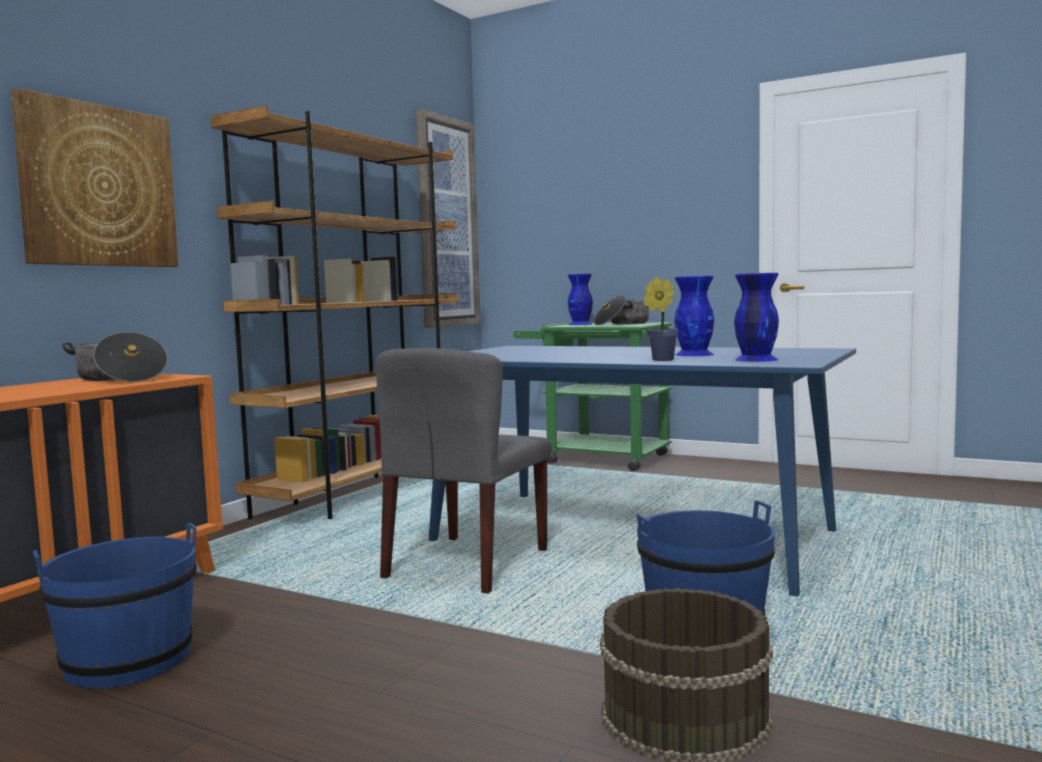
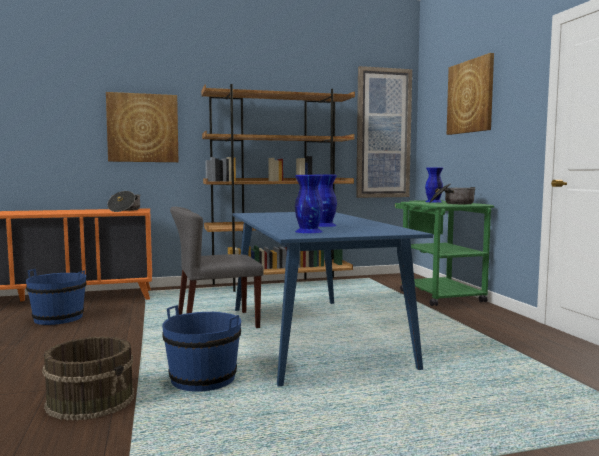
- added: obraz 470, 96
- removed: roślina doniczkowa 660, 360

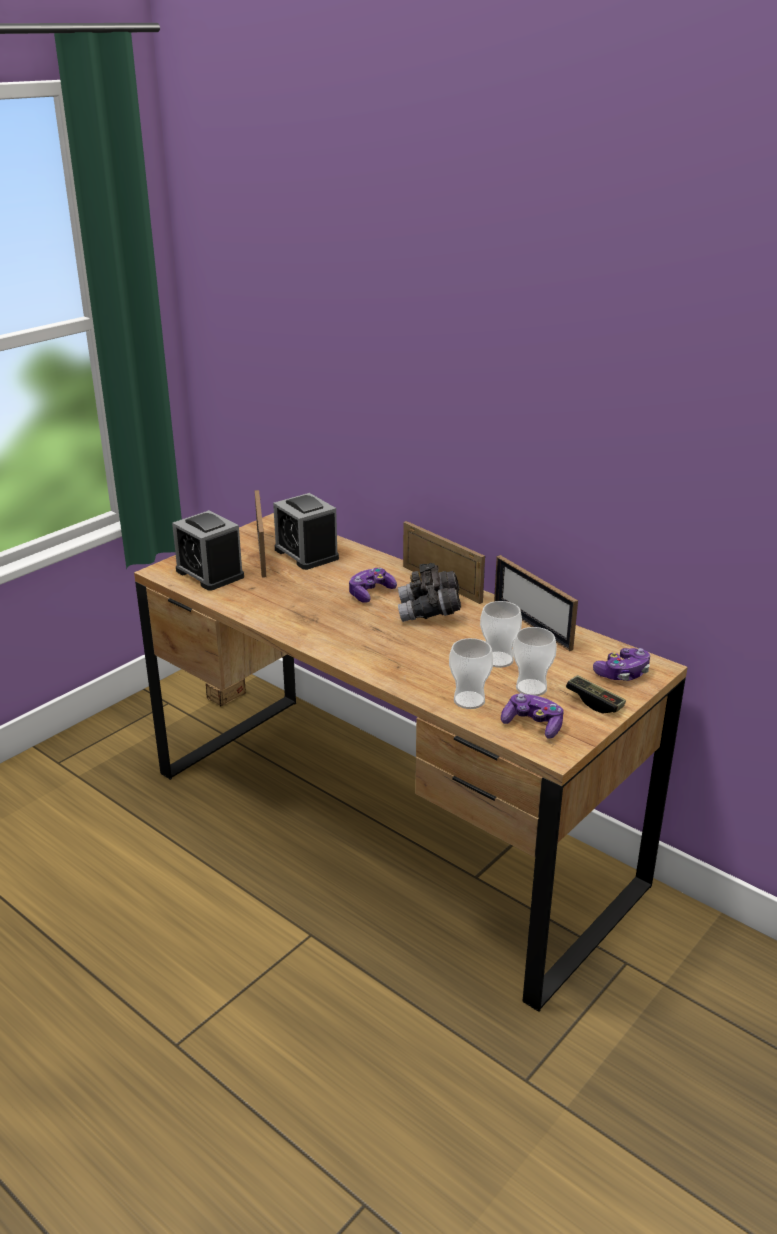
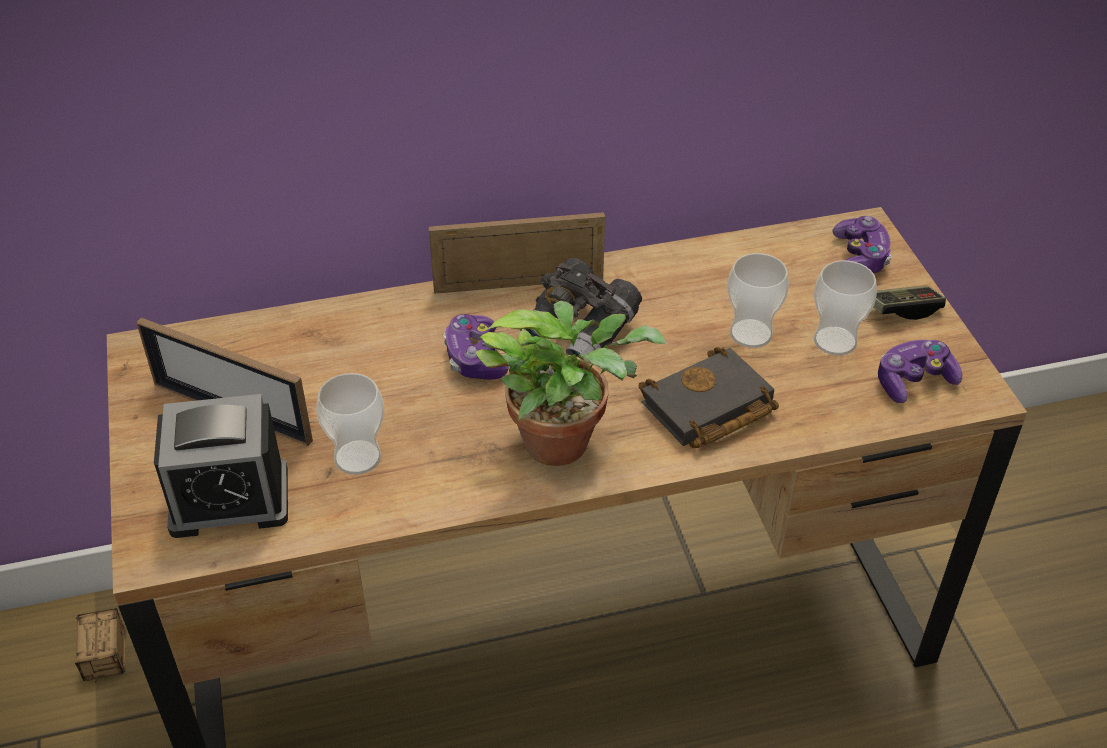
- moved: filiżanka 469, 700 to 357, 457
- added: roślina doniczkowa 565, 441
- added: książka (czarny) 707, 409
- removed: budzik 306, 554
- removed: ramka na zdjęcie 532, 625

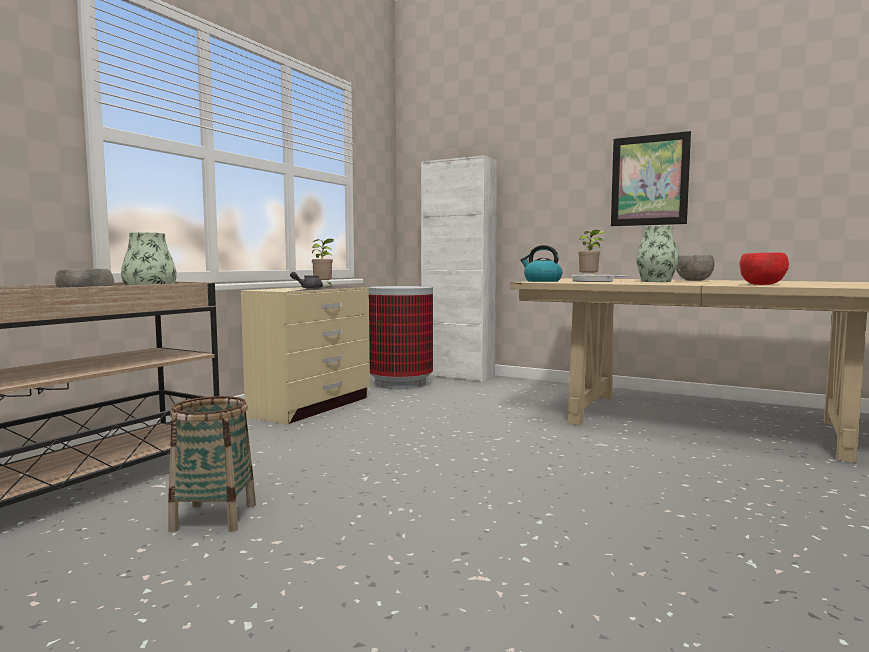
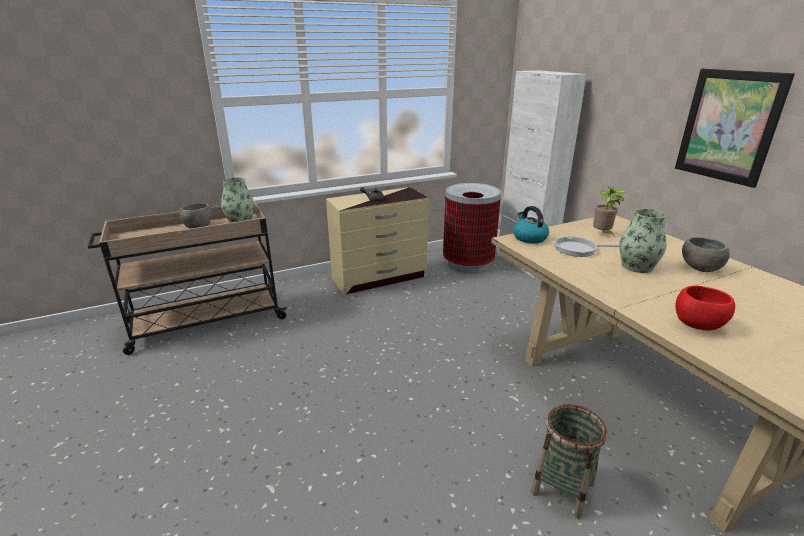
- moved: koszyk 214, 517 to 562, 488
- removed: roślina doniczkowa 324, 286

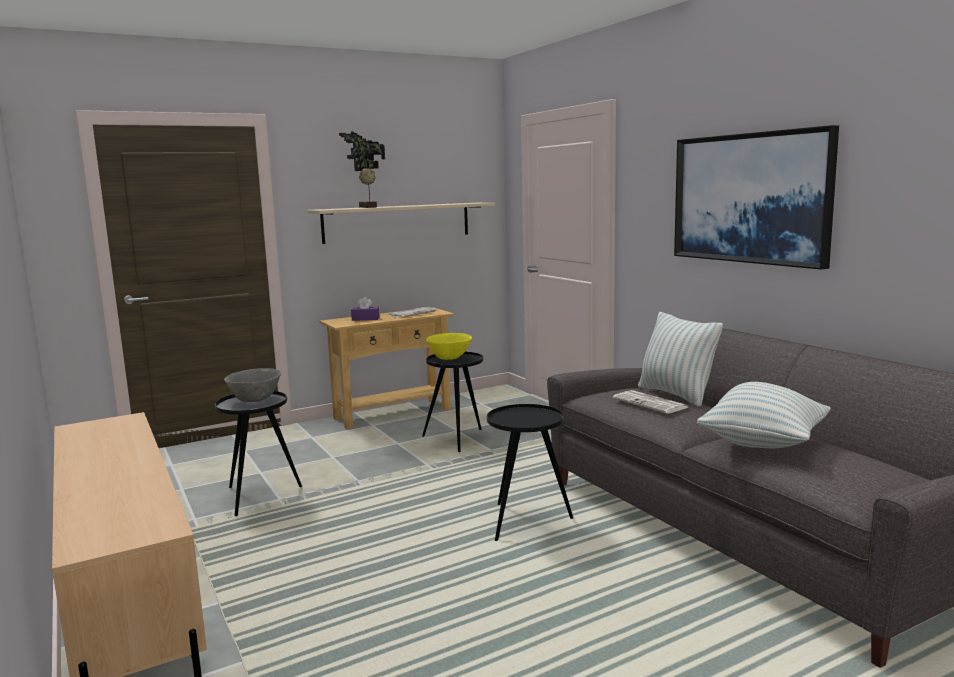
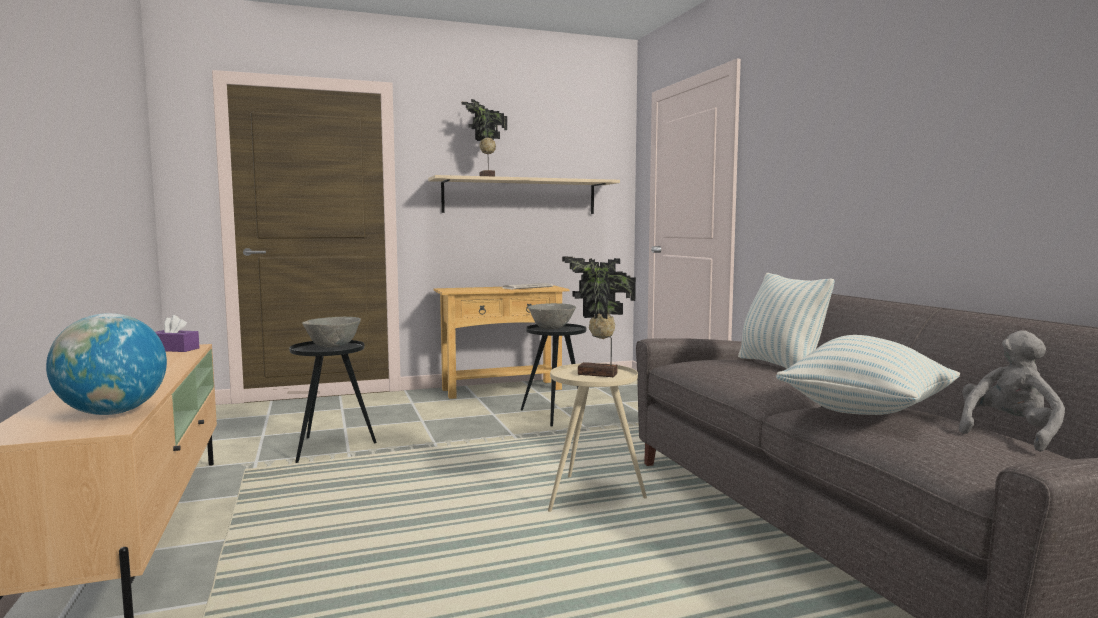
- added: globus 112, 413
- moved: pudełko chusteczek (fioletowy) 365, 319 to 174, 349
- recoloured: miska (żółty) 449, 359 to miska (szary) 551, 329
- recoloured: stolik (czarny) 526, 521 to stolik (beżowy) 592, 496
- added: roślina doniczkowa 597, 375
- added: pluszak (szary) 1008, 433
- removed: gazeta 651, 403
- removed: obraz 750, 198

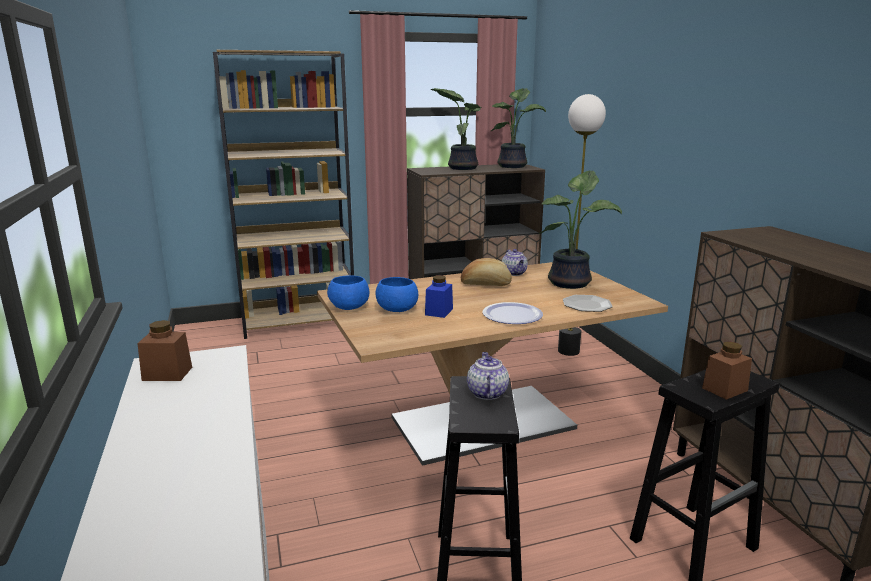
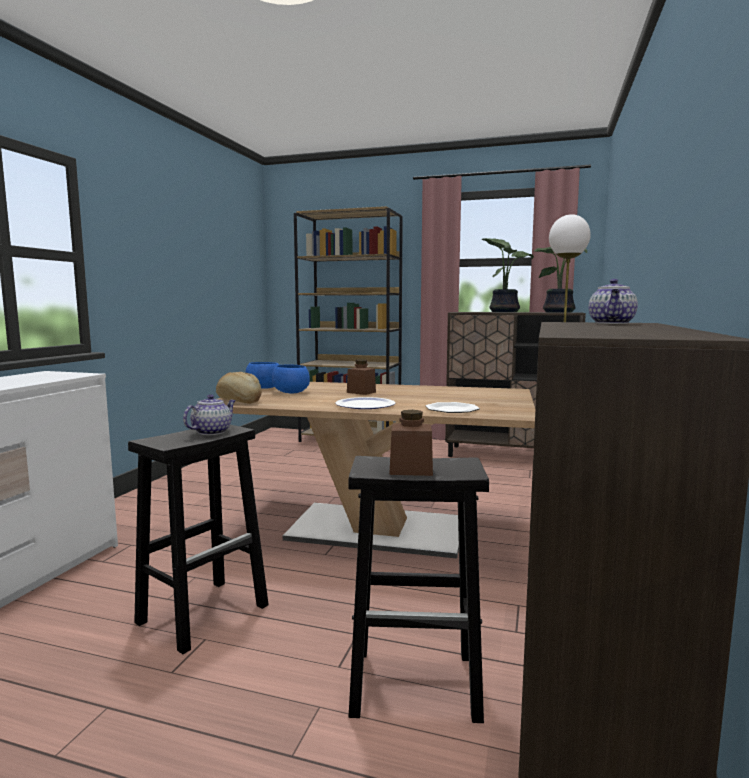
- moved: chleb 486, 284 to 239, 401
- moved: słoik (brązowy) 167, 374 to 361, 392
- moved: imbryk 514, 273 to 612, 323
- removed: słoik (niebieski) 439, 312
- removed: roślina doniczkowa 572, 283

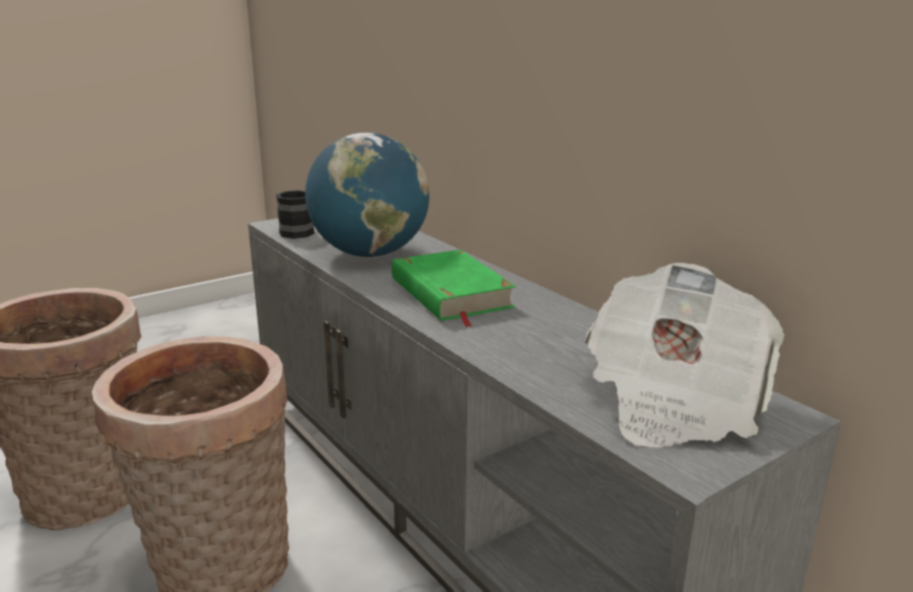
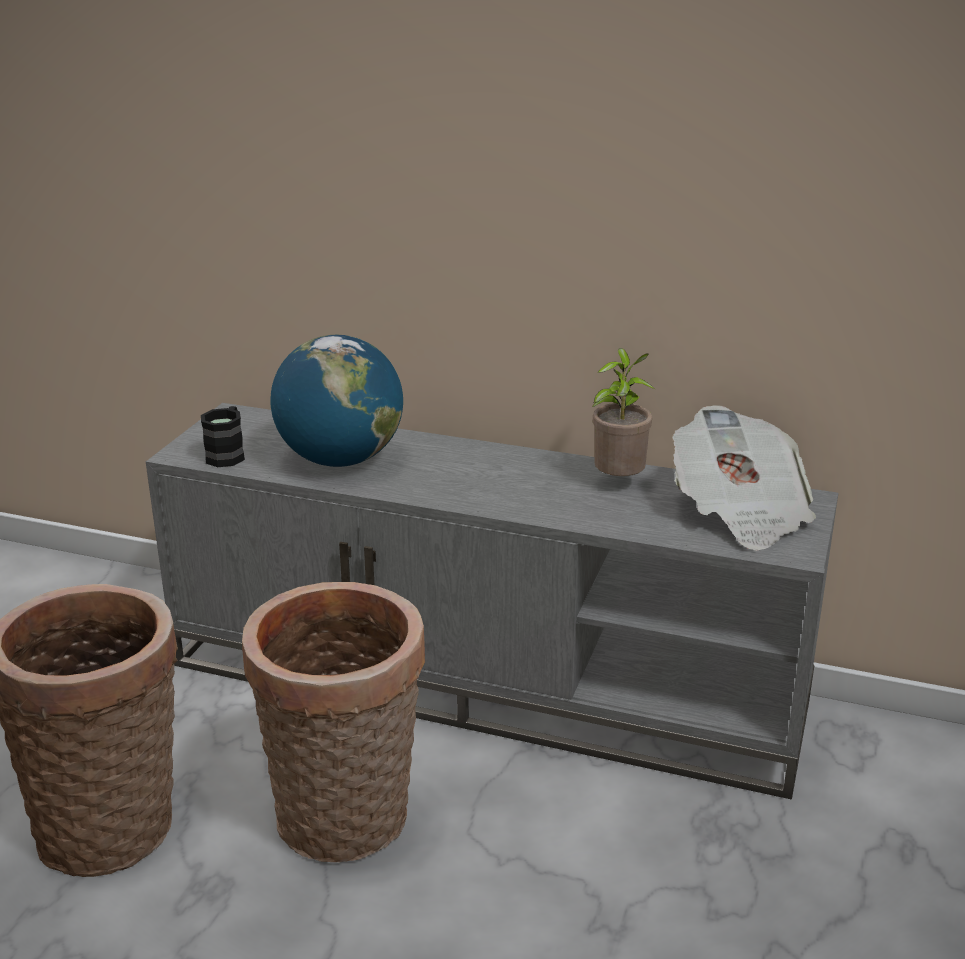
- added: roślina doniczkowa 619, 482
- removed: książka (zielony) 450, 293

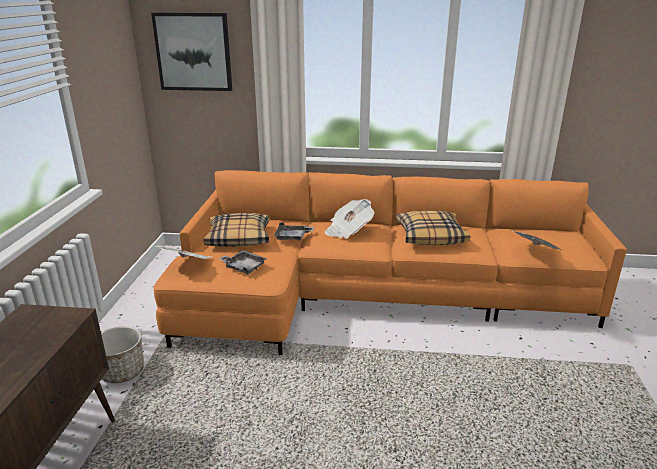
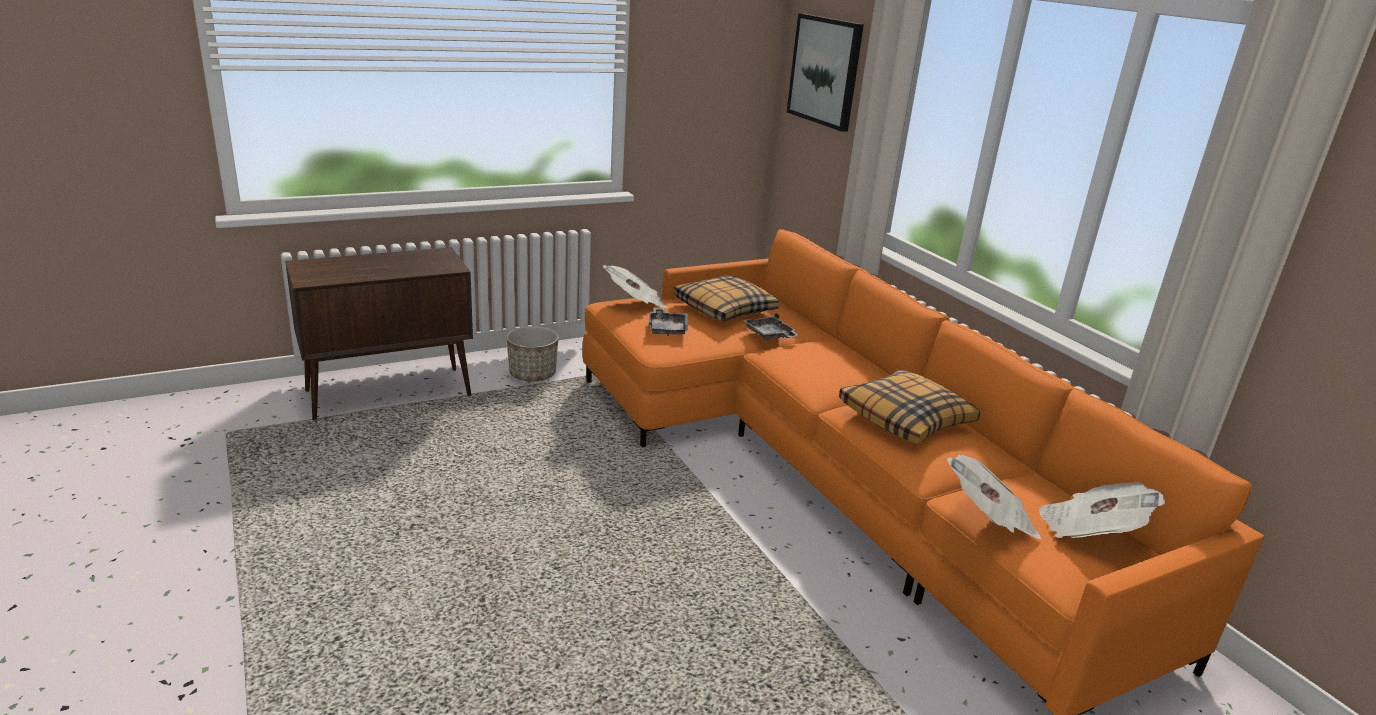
- moved: gazeta 348, 231 to 1090, 531

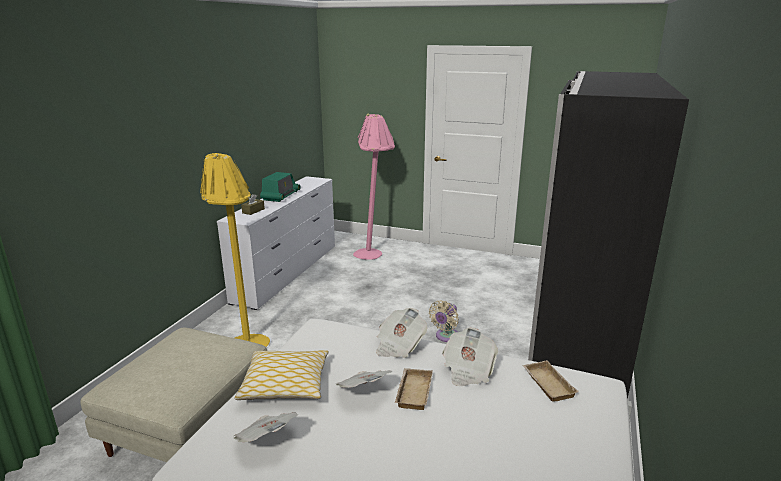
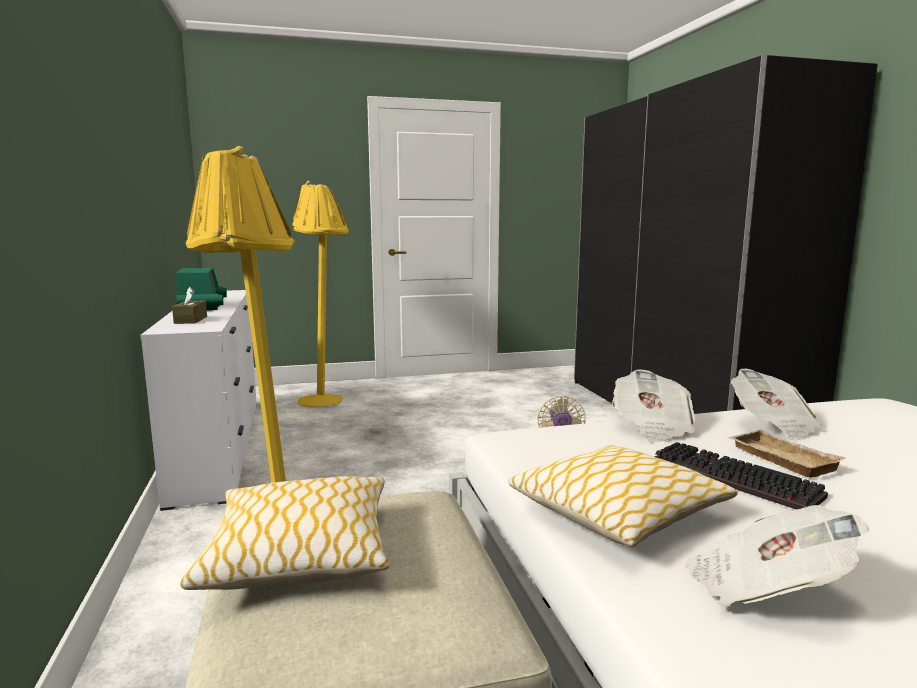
- added: poduszka 299, 552
- recoloured: lampa stojąca (różowy) 374, 253 to lampa stojąca (żółty) 327, 398
- replaced: gazeta 363, 390 to klawiatura 729, 479
- removed: taca (beżowy) 546, 384

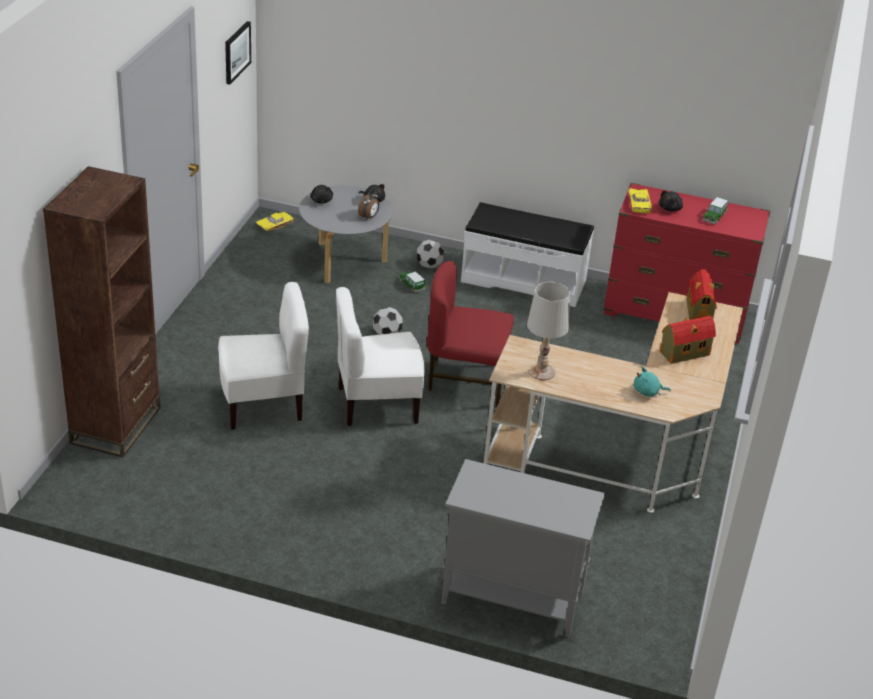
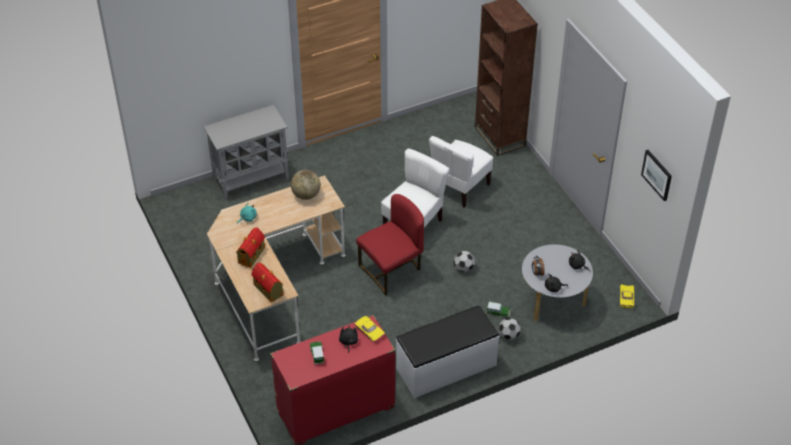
- replaced: lampa stołowa (biały) 542, 372 to globus 306, 195

